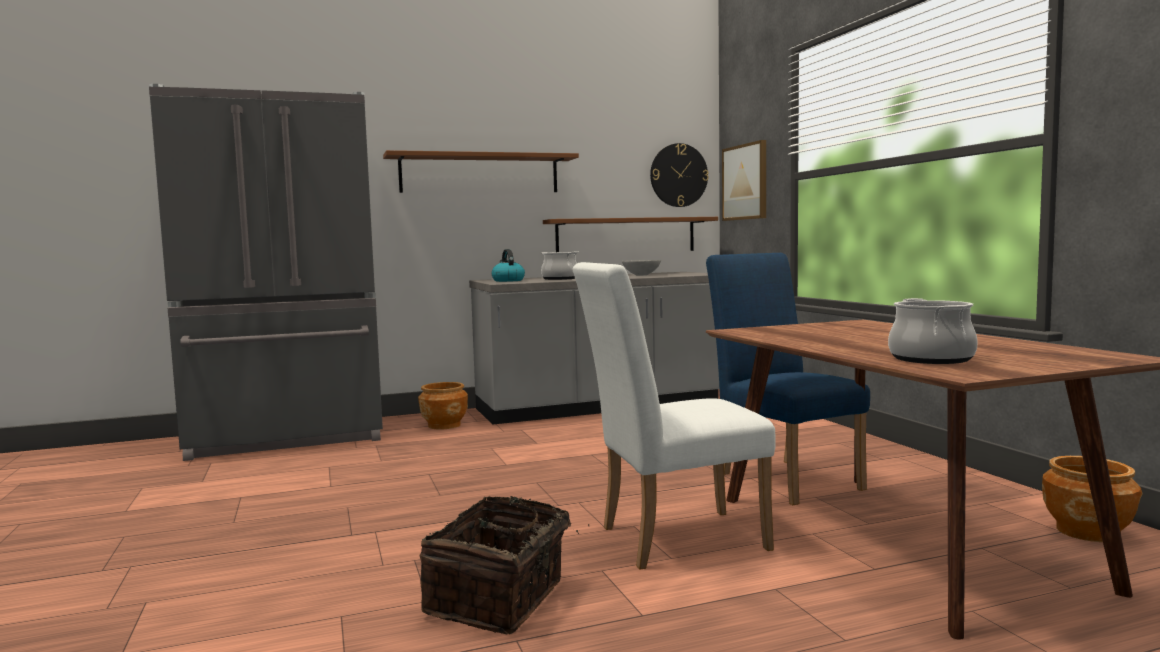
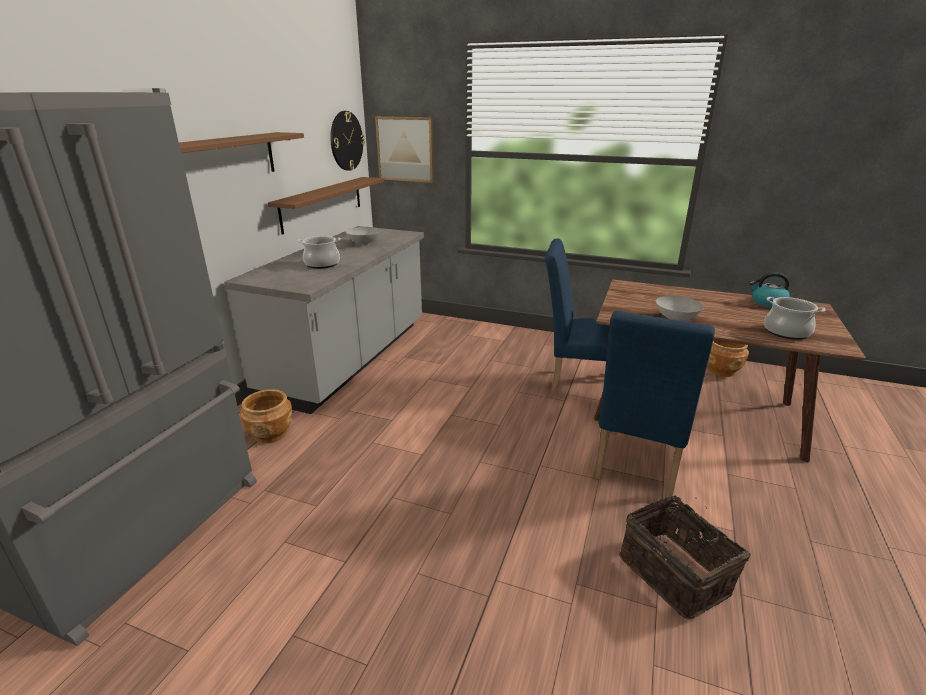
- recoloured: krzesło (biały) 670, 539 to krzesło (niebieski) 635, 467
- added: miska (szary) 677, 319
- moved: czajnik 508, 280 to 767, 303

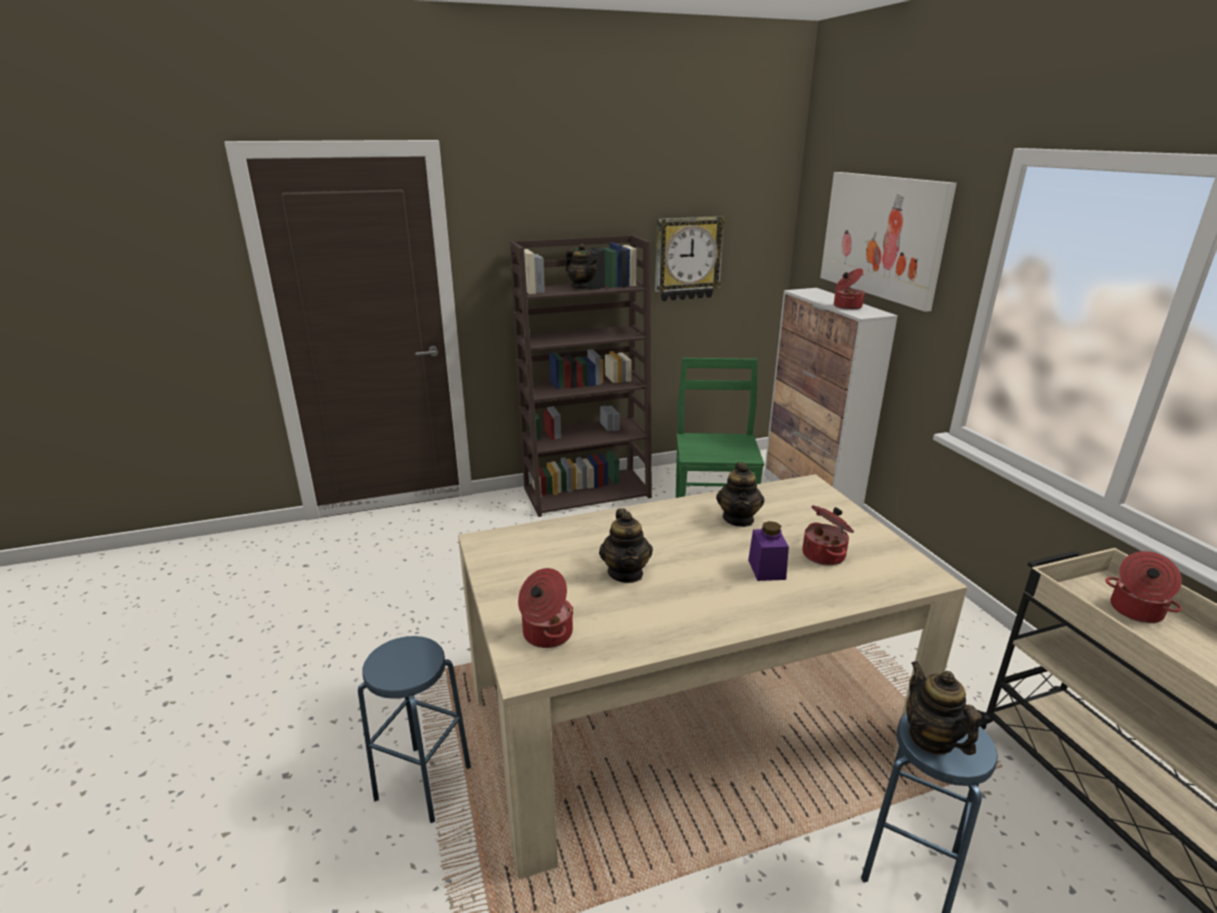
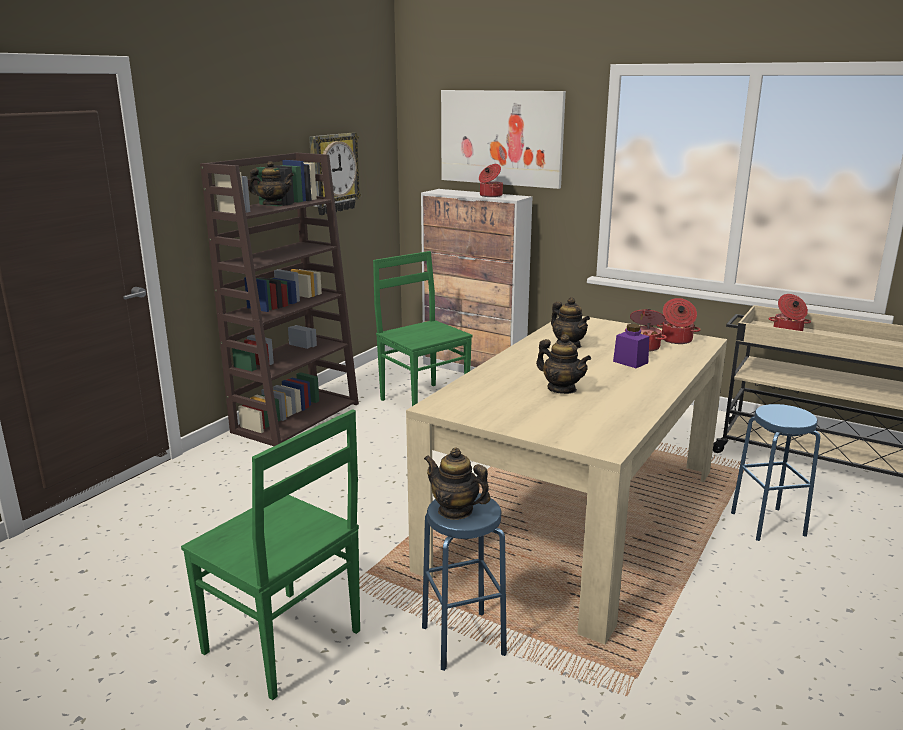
- added: krzesło (zielony) 285, 644
- moved: imbryk 931, 738 to 455, 510
- moved: garnek 546, 633 to 676, 340

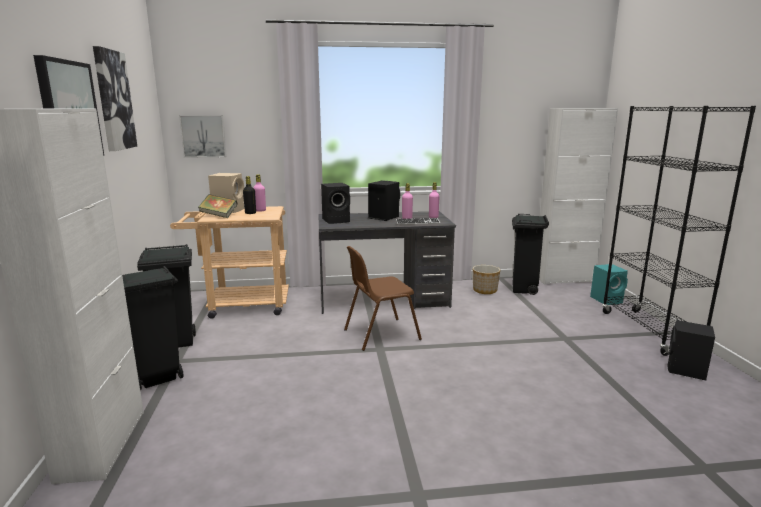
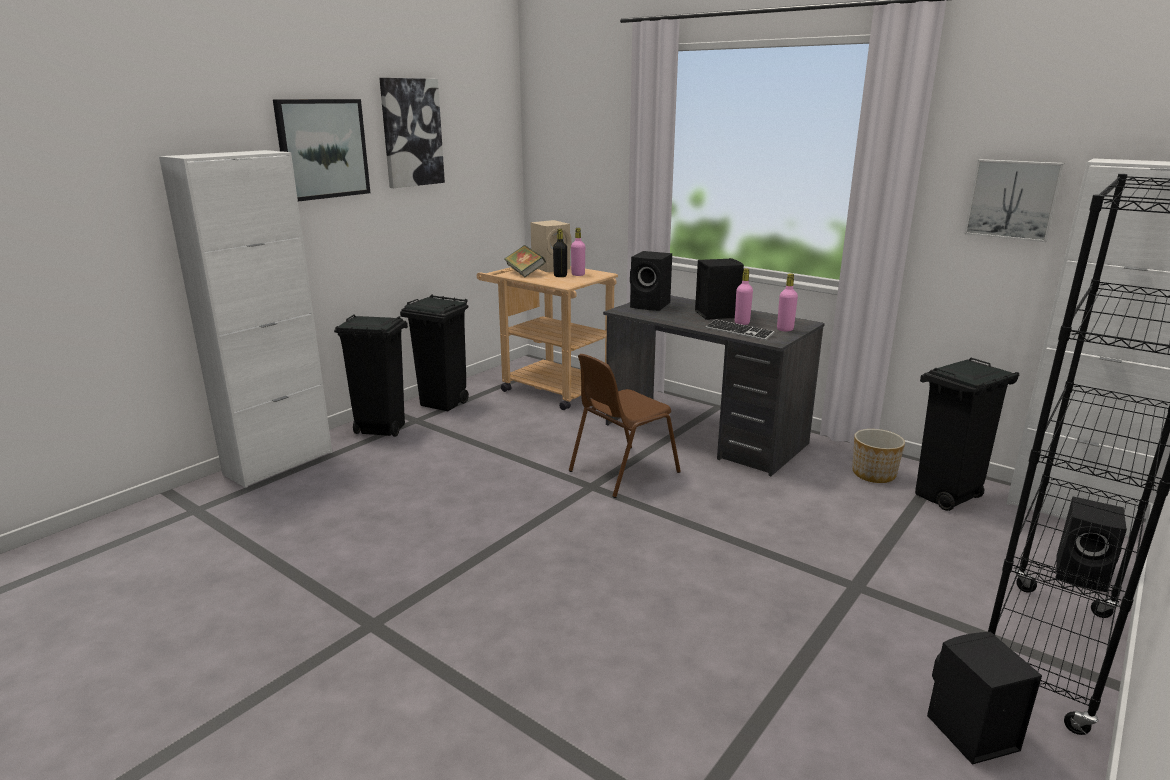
- turned: krzesło (brązowy) 380, 334 = 621, 471 60 degrees counterclockwise
- moved: obraz 203, 136 to 1013, 199
- recoloured: głośnik (turkusowy) 607, 300 to głośnik (czarny) 1083, 574

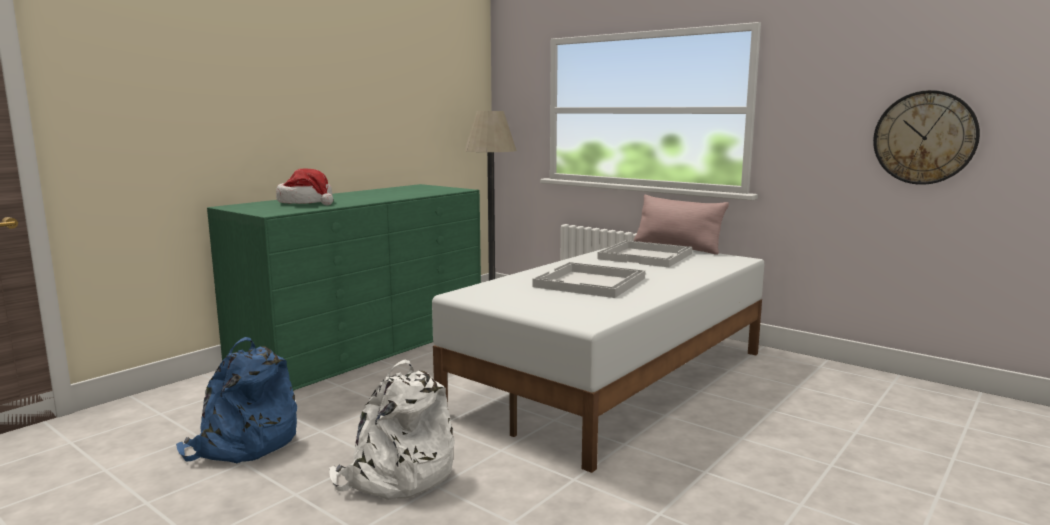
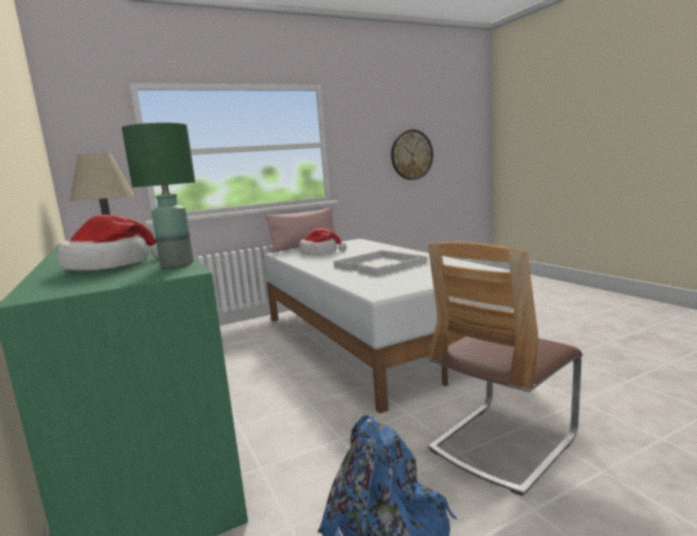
- added: lampa stołowa (zielony) 178, 264
- replaced: taca (biały) 646, 256 to kapelusz 320, 252
- replaced: plecak (biały) 396, 475 to krzesło 503, 443

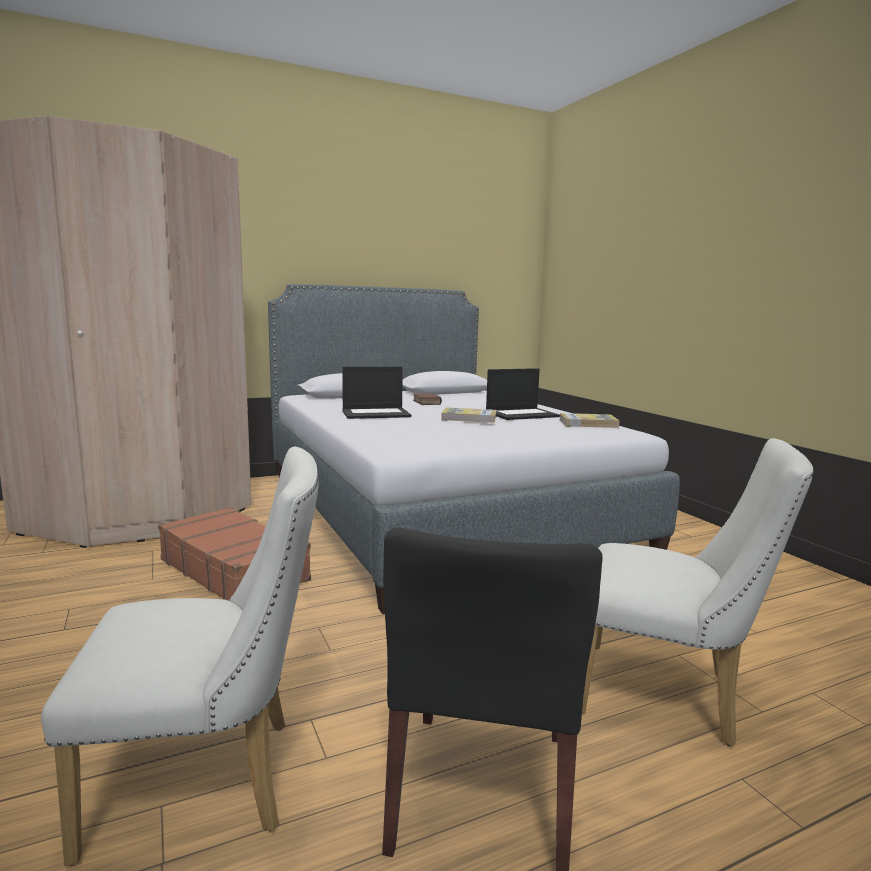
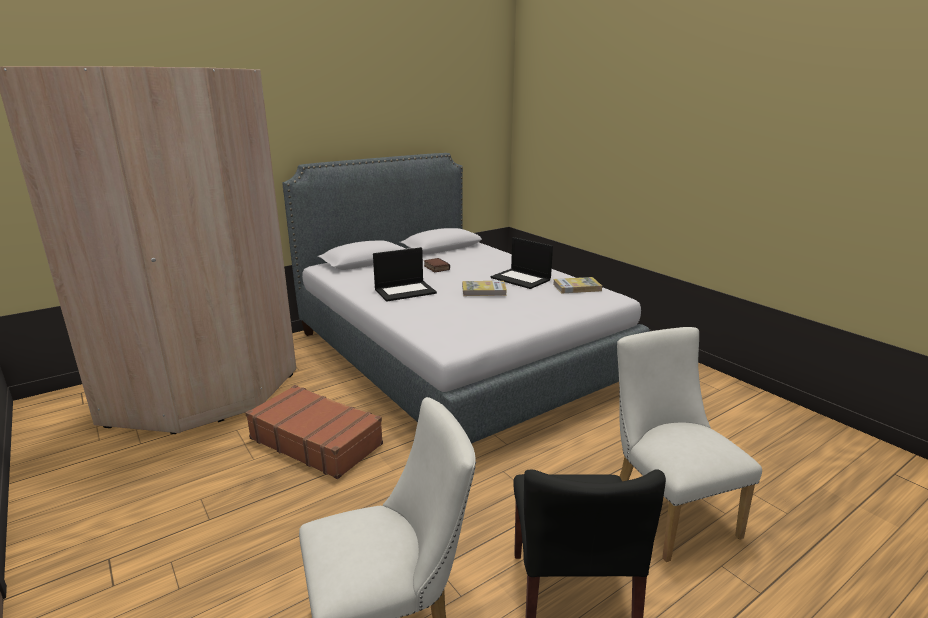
- turned: laptop 522, 414 = 521, 279 75 degrees clockwise
- turned: krzesło (biały) 669, 696 = 666, 510 120 degrees counterclockwise

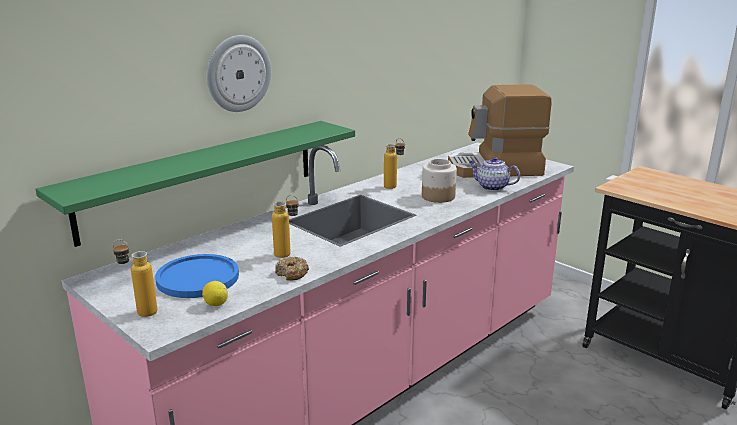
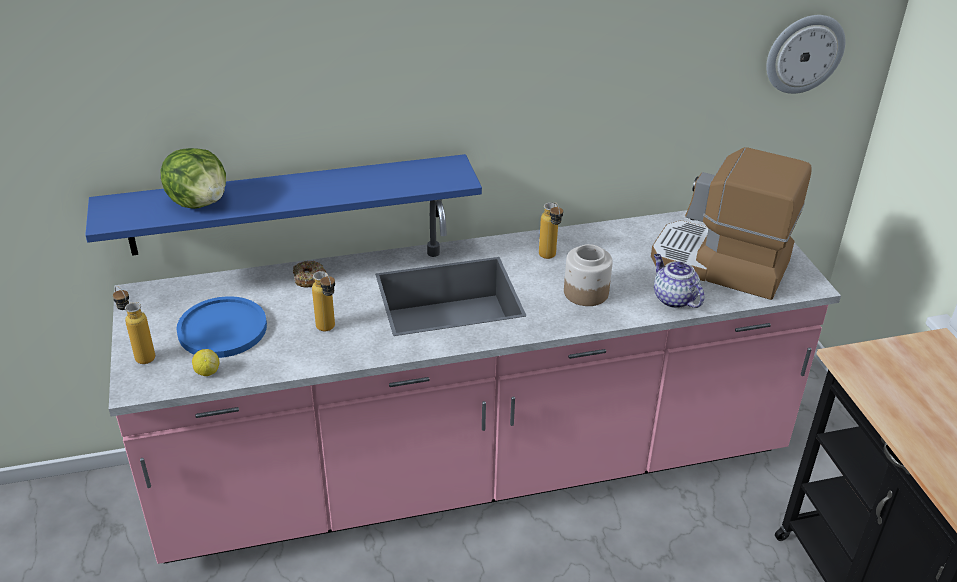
- recoloured: półka (zielony) 202, 178 to półka (niebieski) 287, 205
- added: sałata 200, 202
- moved: donut 292, 273 to 309, 279
- moved: zegar ścienny 238, 73 to 804, 53

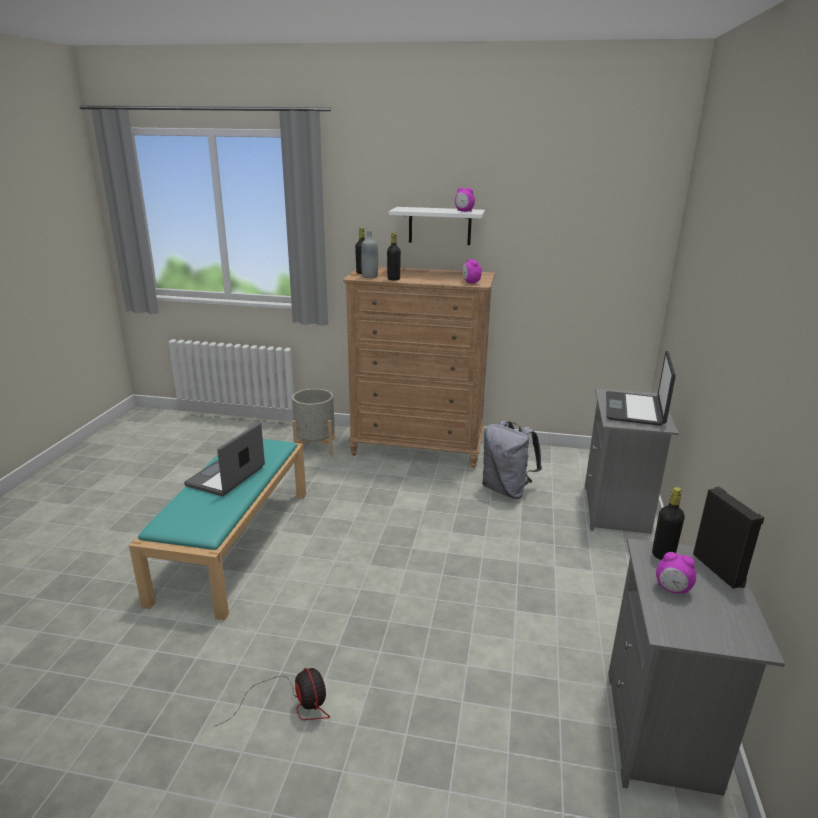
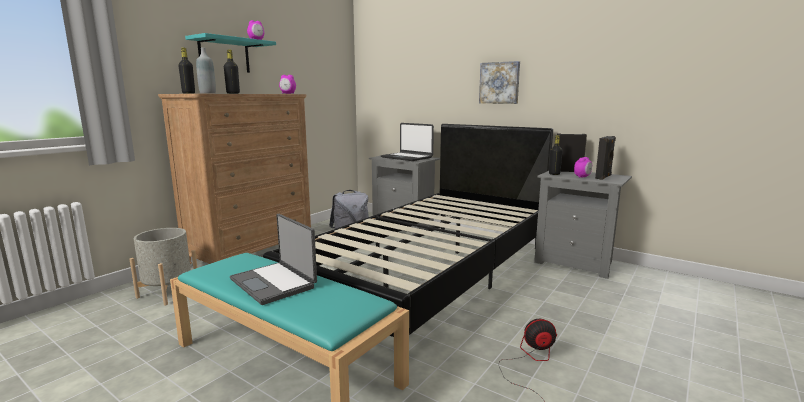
- recoloured: półka (biały) 439, 226 to półka (turkusowy) 224, 55
- added: łóżko (czarny) 429, 274
- added: obraz 499, 83
- added: głośnik (czarny) 604, 177

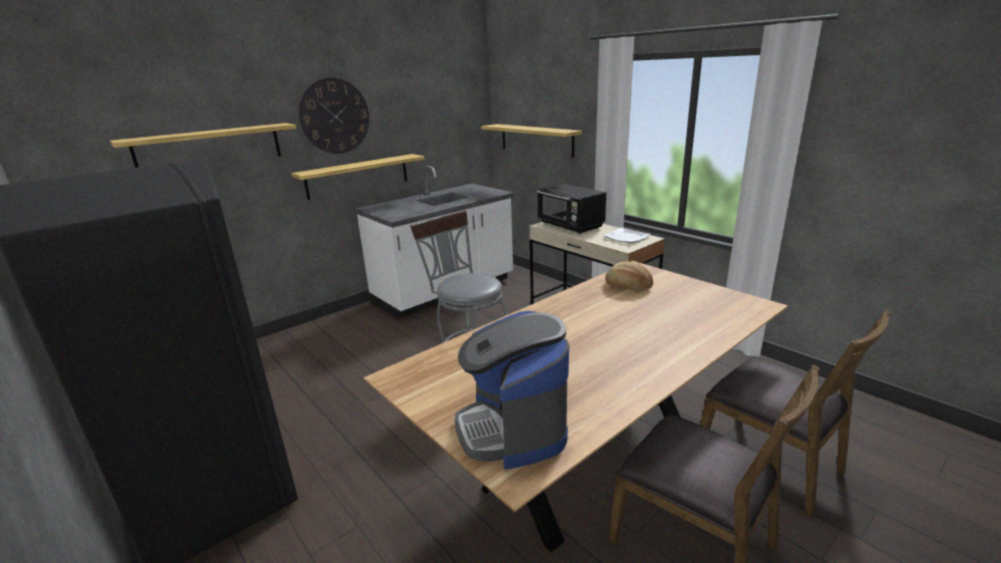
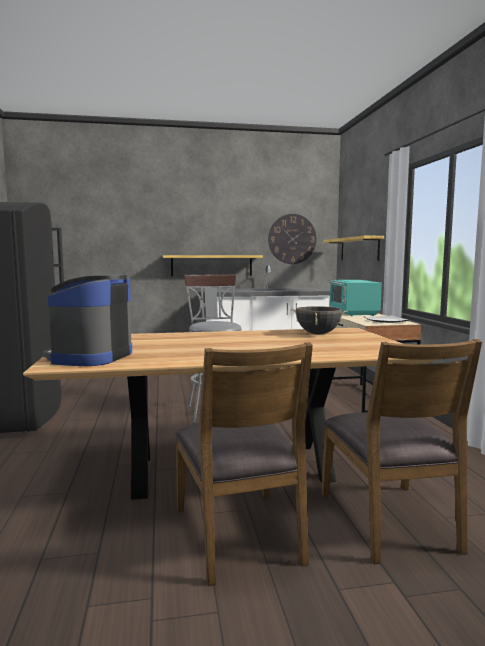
- moved: zegar ścienny 335, 116 to 292, 239
- replaced: chleb 628, 286 to garnek (czarny) 318, 334
- recoloured: mikrofalówka (czarny) 570, 225 to mikrofalówka (turkusowy) 353, 313
- removed: półka 210, 148

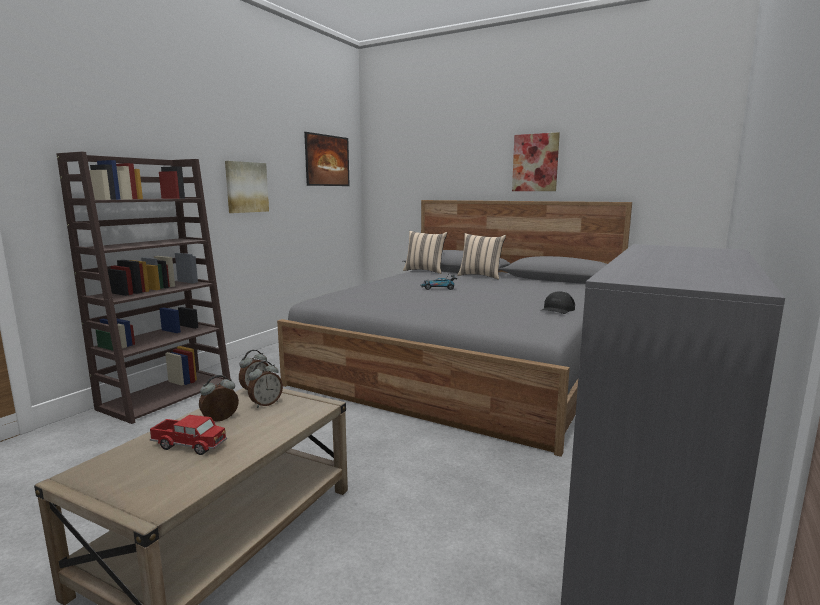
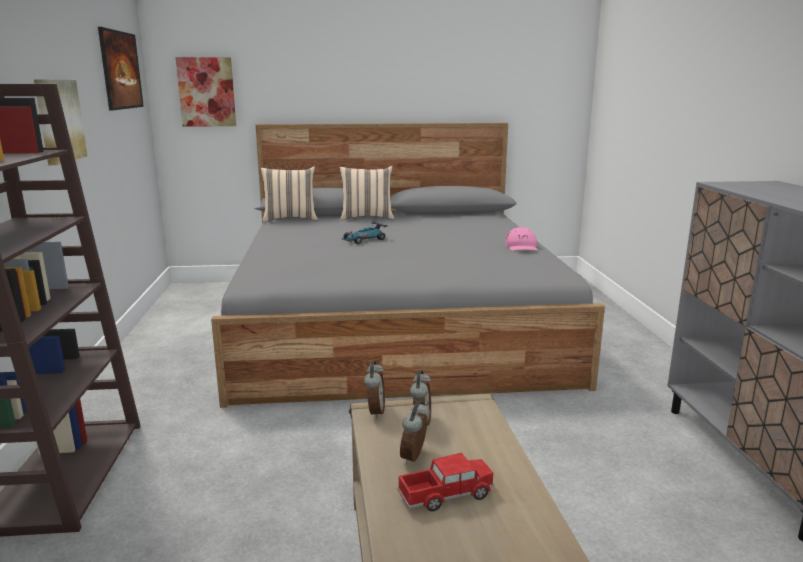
- moved: obraz 535, 163 to 206, 92
- recoloured: czapka z daszkiem (czarny) 557, 309 to czapka z daszkiem (różowy) 521, 246

